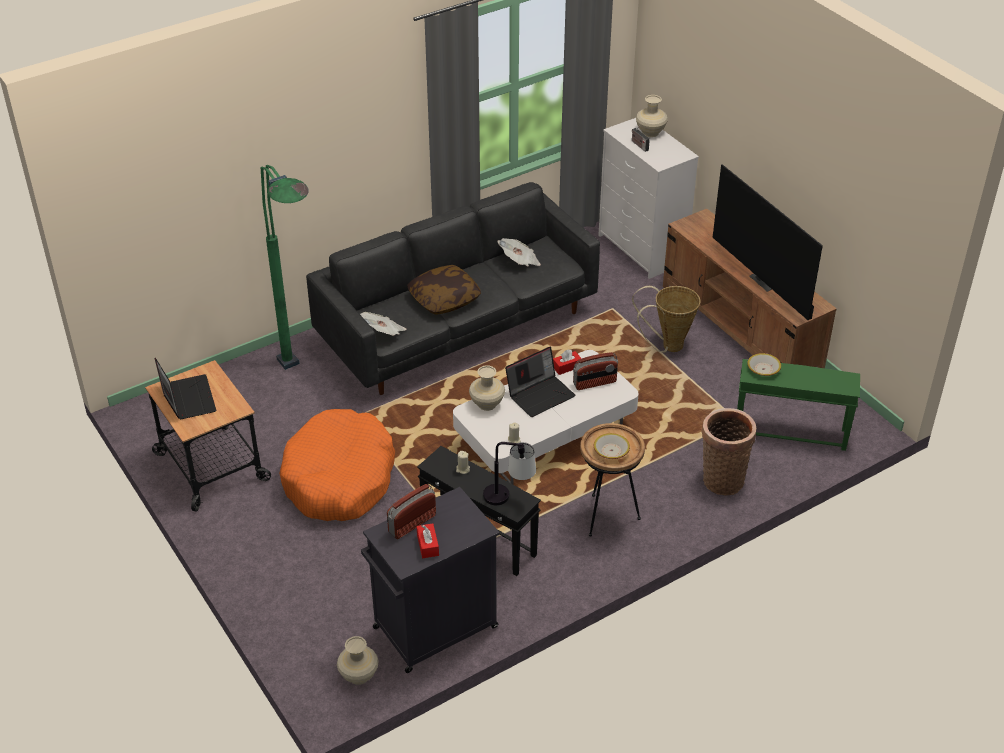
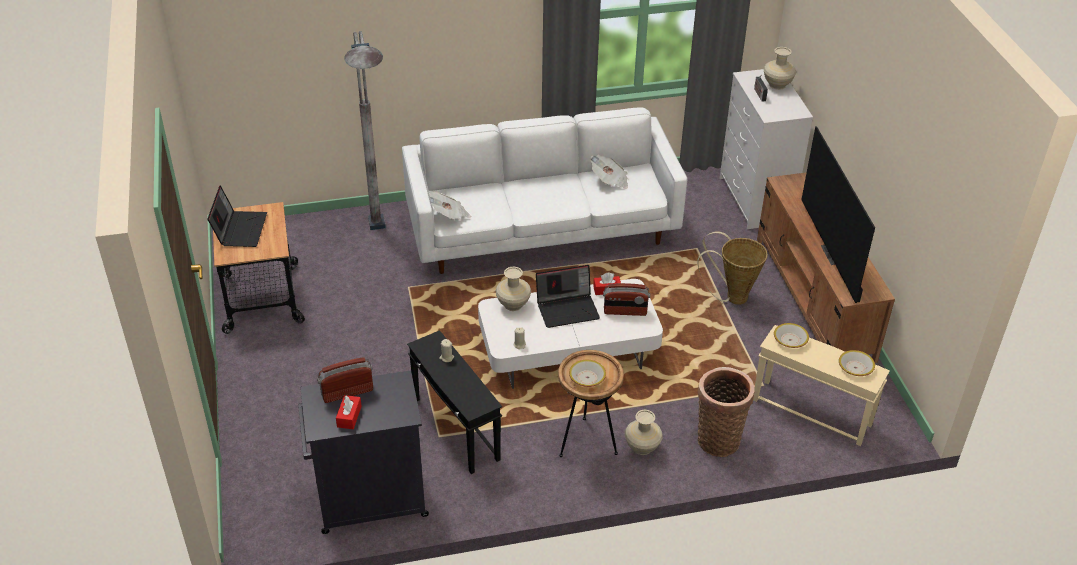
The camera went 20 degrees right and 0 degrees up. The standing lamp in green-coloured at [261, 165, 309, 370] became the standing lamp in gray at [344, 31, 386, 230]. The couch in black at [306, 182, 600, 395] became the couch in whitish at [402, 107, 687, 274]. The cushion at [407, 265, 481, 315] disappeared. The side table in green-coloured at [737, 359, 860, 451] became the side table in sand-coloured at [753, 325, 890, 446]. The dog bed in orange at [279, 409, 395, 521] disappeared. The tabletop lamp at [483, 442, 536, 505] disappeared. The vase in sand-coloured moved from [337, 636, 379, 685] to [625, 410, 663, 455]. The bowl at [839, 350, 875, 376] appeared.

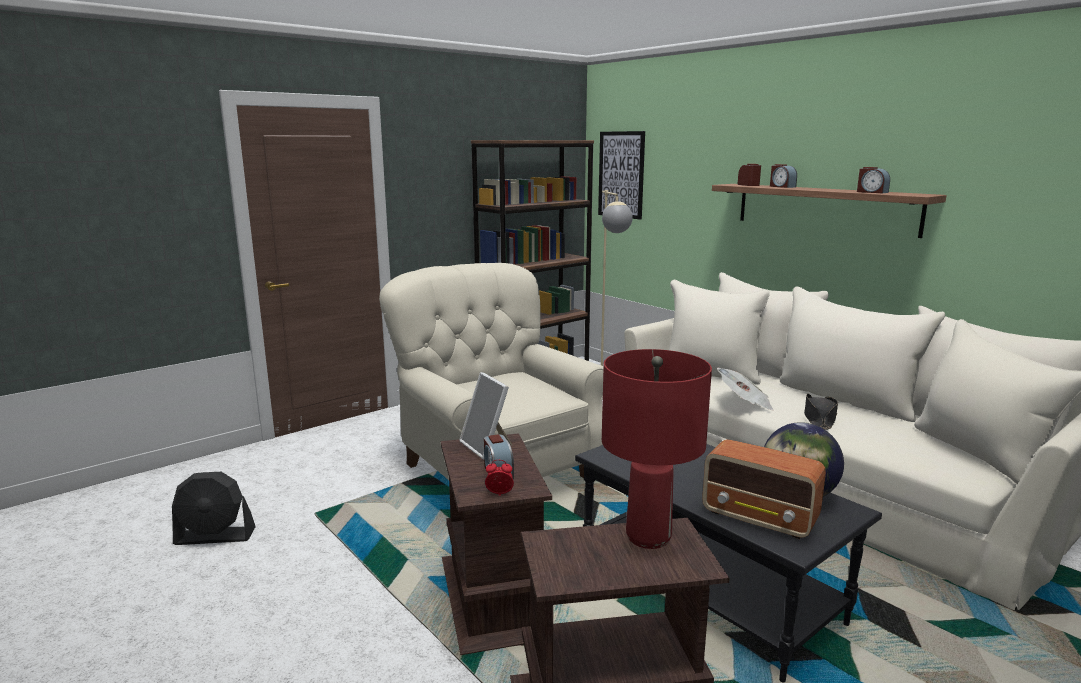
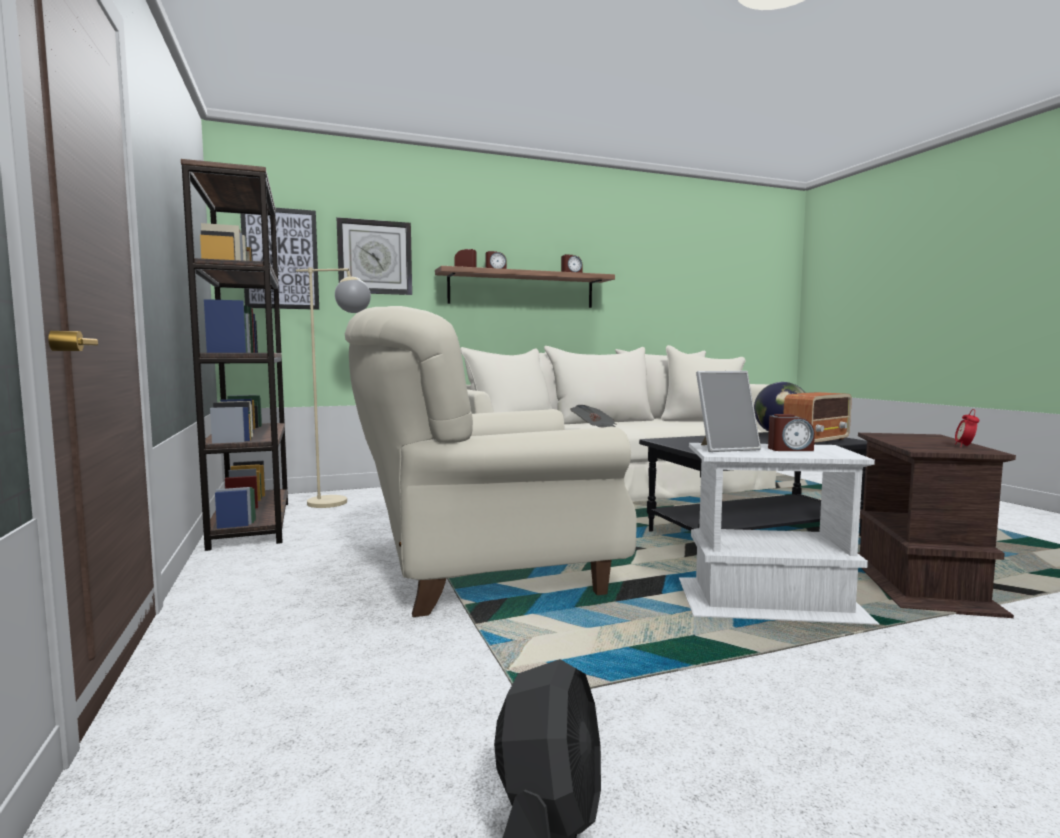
The camera went 70 degrees left and 10 degrees down. The tabletop lamp in red at [602, 349, 712, 549] disappeared. The hat in black at [804, 393, 838, 430] disappeared. The side table in brown-coloured at [441, 433, 552, 655] became the side table in whitish at [679, 443, 879, 625]. The bedside clock moved from [485, 460, 514, 495] to [955, 409, 980, 447]. The hanging clock at [337, 217, 412, 295] appeared.

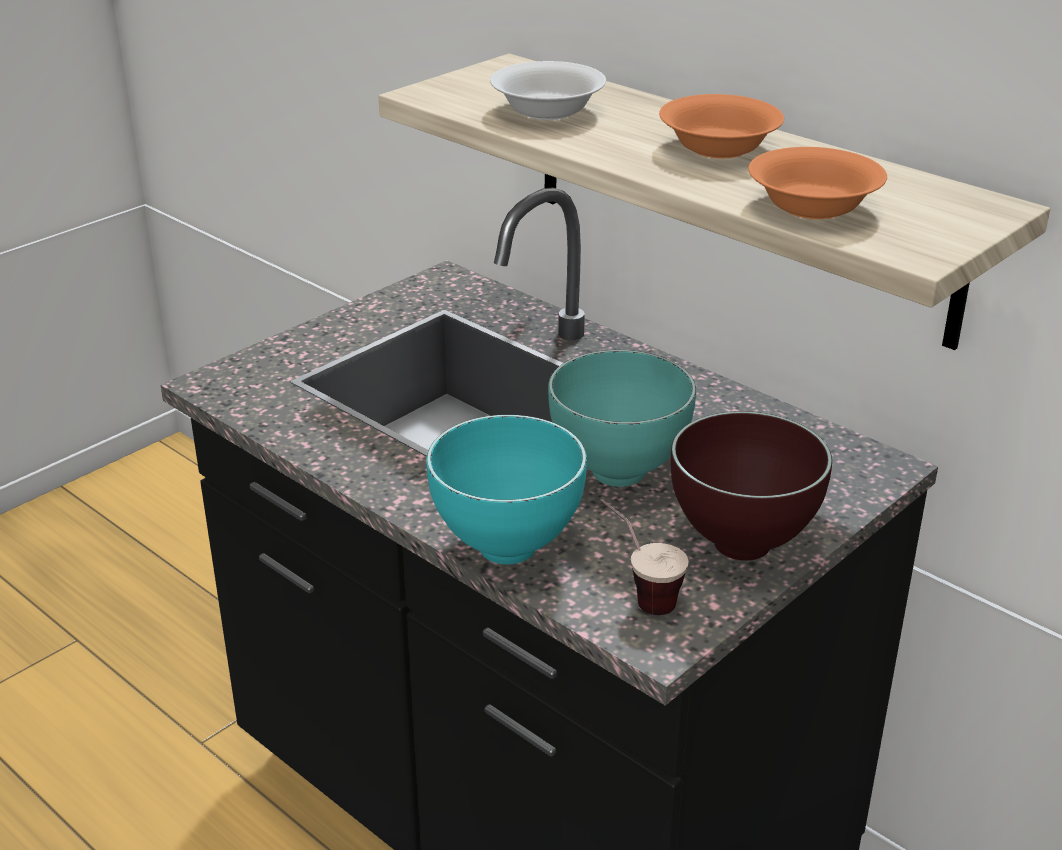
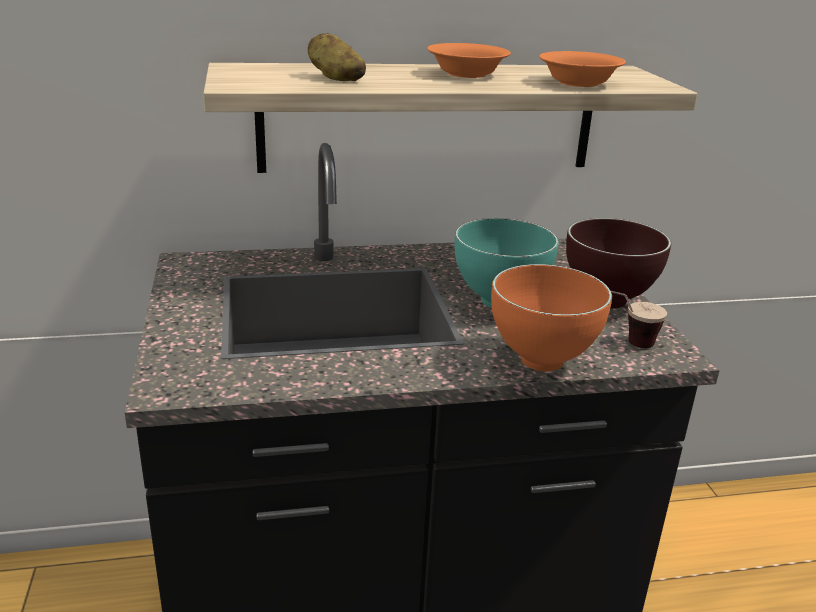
The camera went 55 degrees left and 5 degrees down. The bowl in whitish at [490, 61, 606, 120] was replaced by the whole potato at [308, 33, 366, 81]. The bowl in turquoise-coloured at [426, 415, 587, 564] became the bowl in orange at [491, 264, 612, 372].

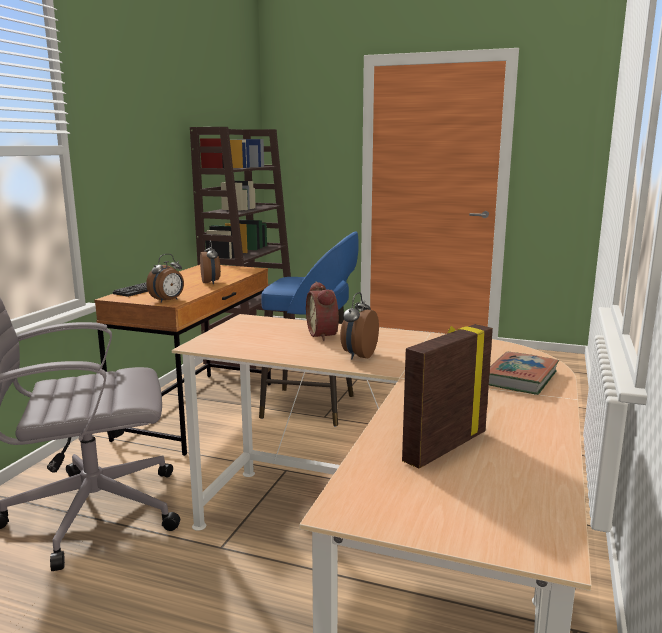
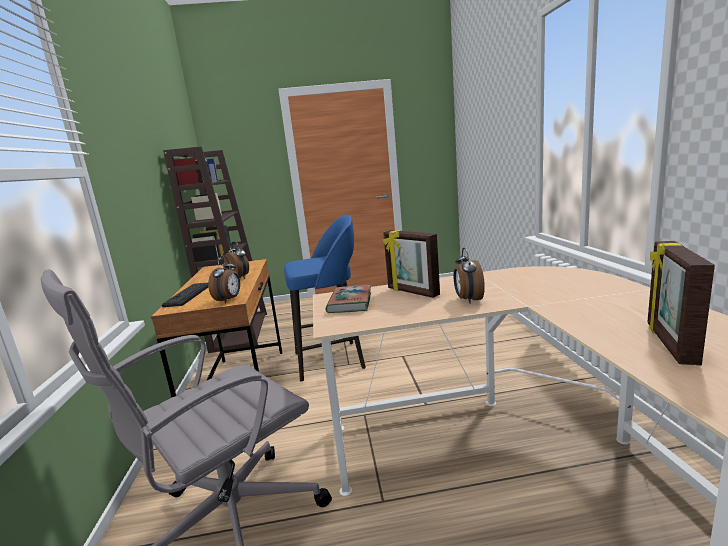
The camera went 25 degrees left and 0 degrees up. The bedside clock at [306, 282, 339, 341] was replaced by the photo frame at [383, 230, 440, 298]. The bound book moved from [489, 352, 559, 395] to [326, 285, 371, 313].

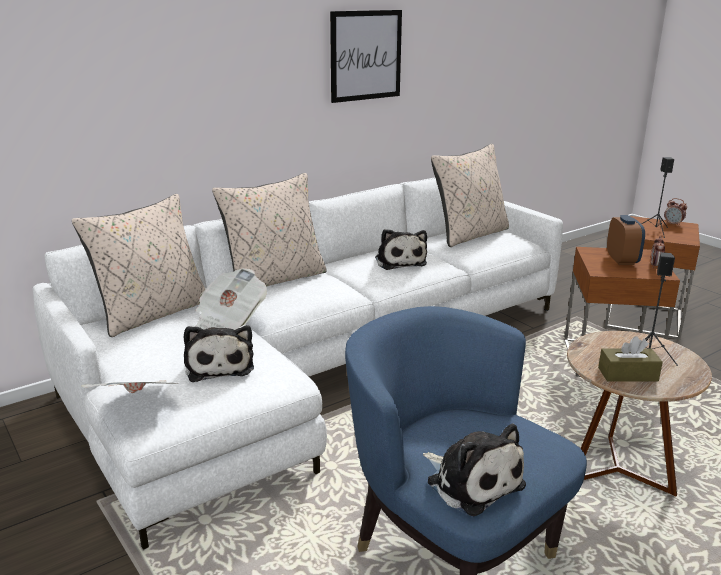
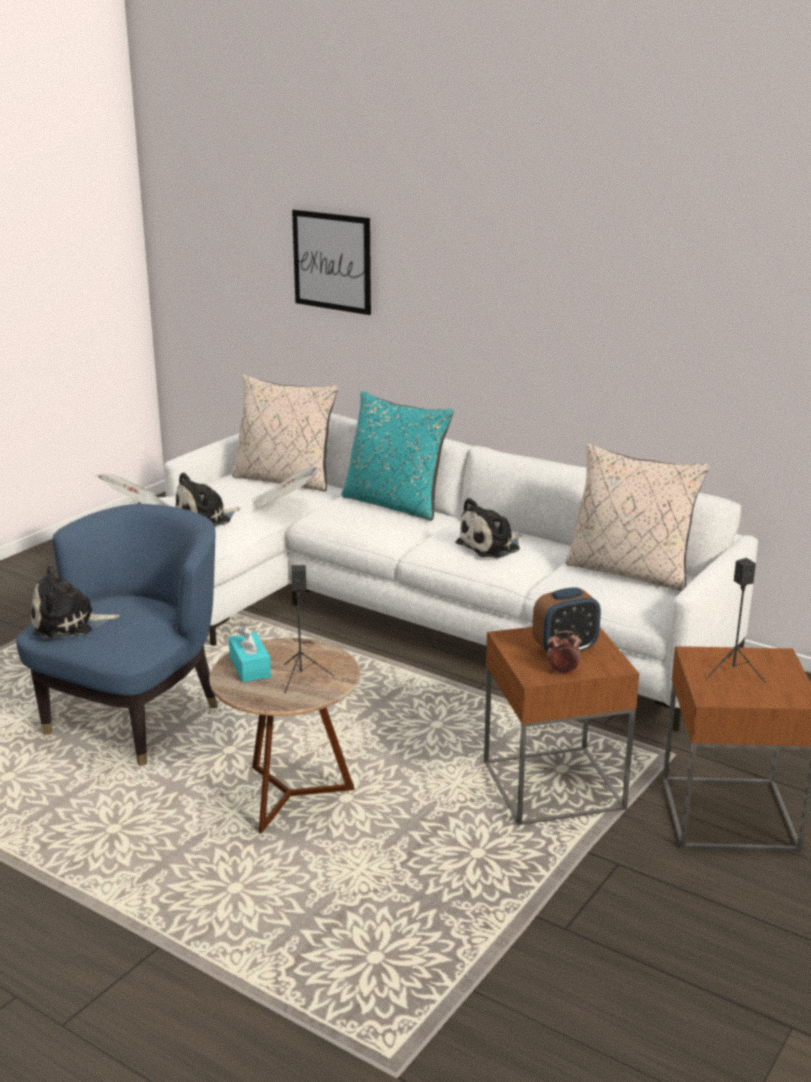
The camera went 70 degrees right and 0 degrees up. The wall art moved from [330, 10, 402, 103] to [292, 210, 371, 315]. The cushion in sand-coloured at [212, 173, 327, 287] became the cushion in turquoise-coloured at [341, 391, 454, 521]. The bedside clock at [664, 198, 687, 225] disappeared. The tissue holder in brown-coloured at [598, 336, 663, 382] became the tissue holder in turquoise-coloured at [229, 626, 271, 682]. The soft toy at [423, 424, 526, 516] turned 45 degrees clockwise.

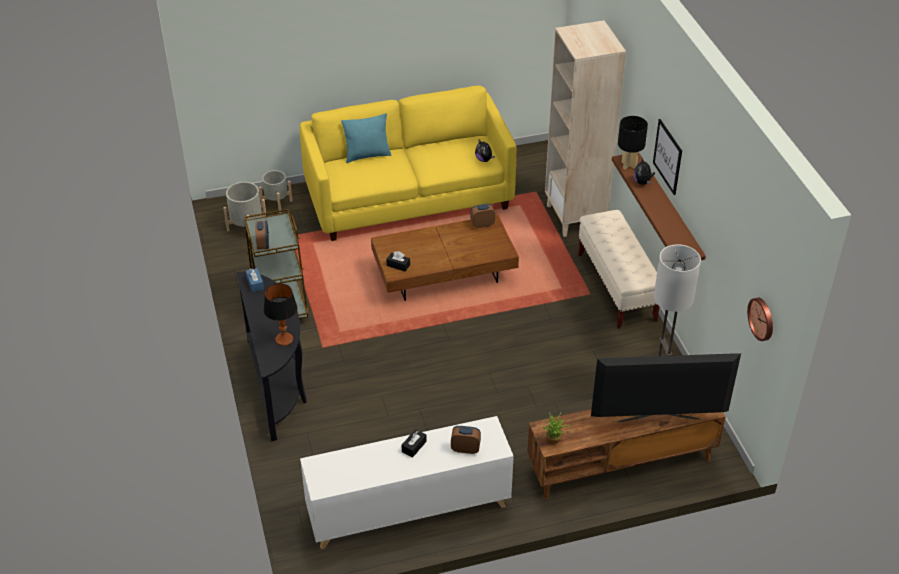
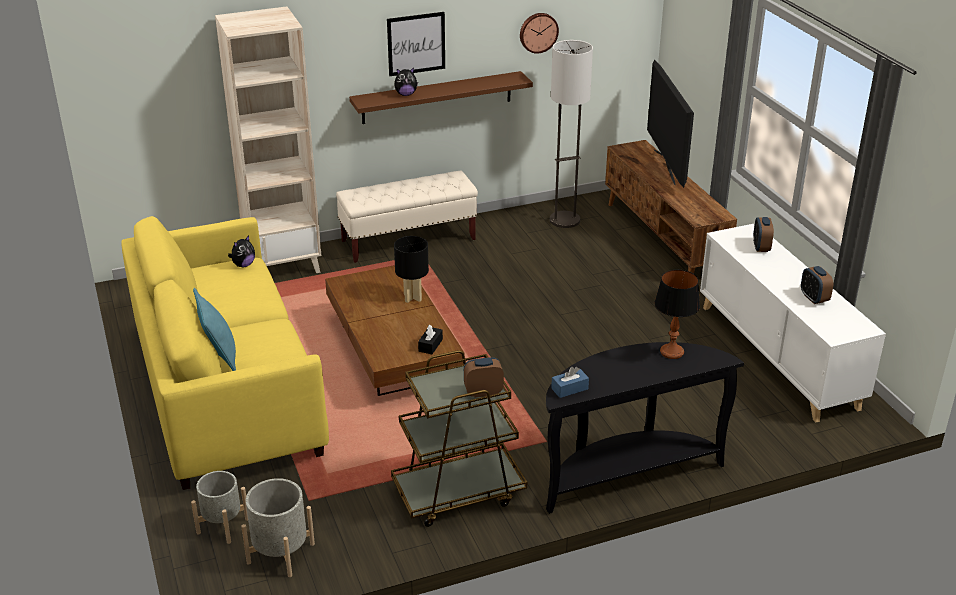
The camera went 95 degrees left and 10 degrees down. The tabletop lamp in black moved from [618, 116, 648, 169] to [394, 236, 429, 303]. The bedside clock moved from [471, 204, 495, 228] to [801, 266, 834, 304]. The hanging clock moved from [747, 298, 773, 341] to [520, 13, 559, 54]. The plant in a pot at [544, 412, 569, 445] disappeared. The tissue holder in black at [402, 429, 427, 457] disappeared.

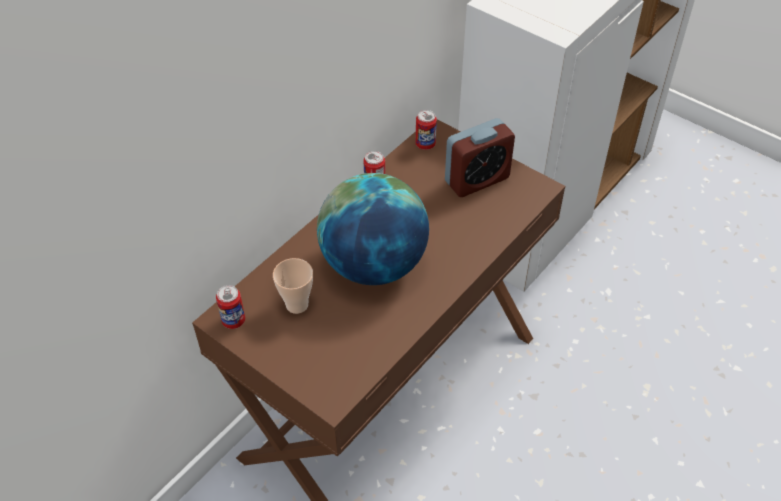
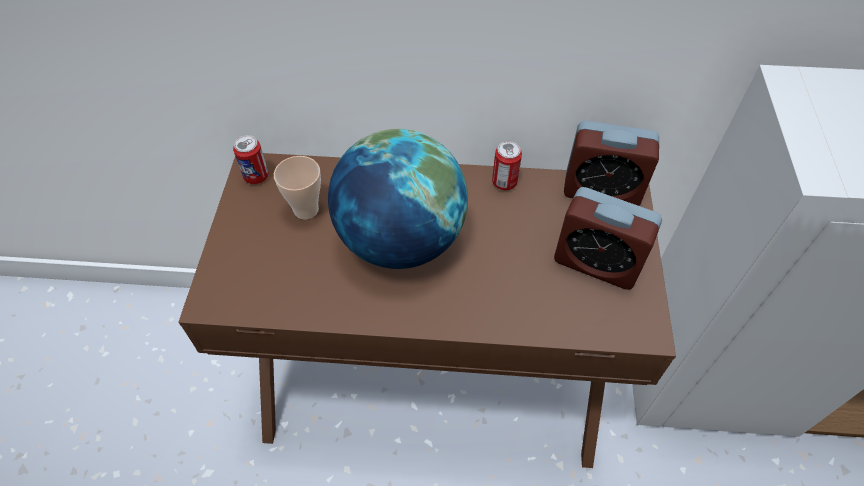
The camera went 55 degrees right and 5 degrees up. The sealed can at [416, 110, 437, 150] was replaced by the bedside clock at [564, 121, 659, 206].

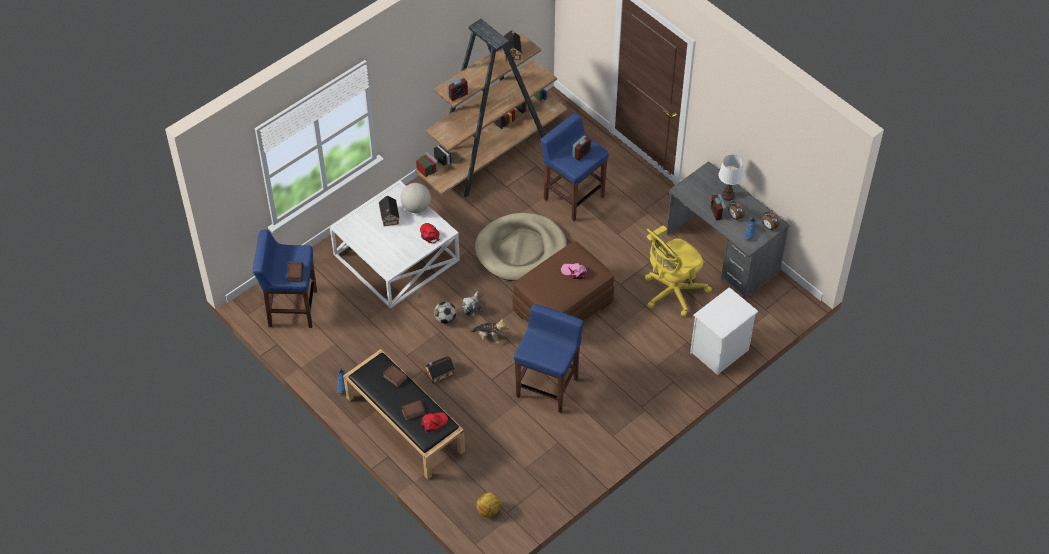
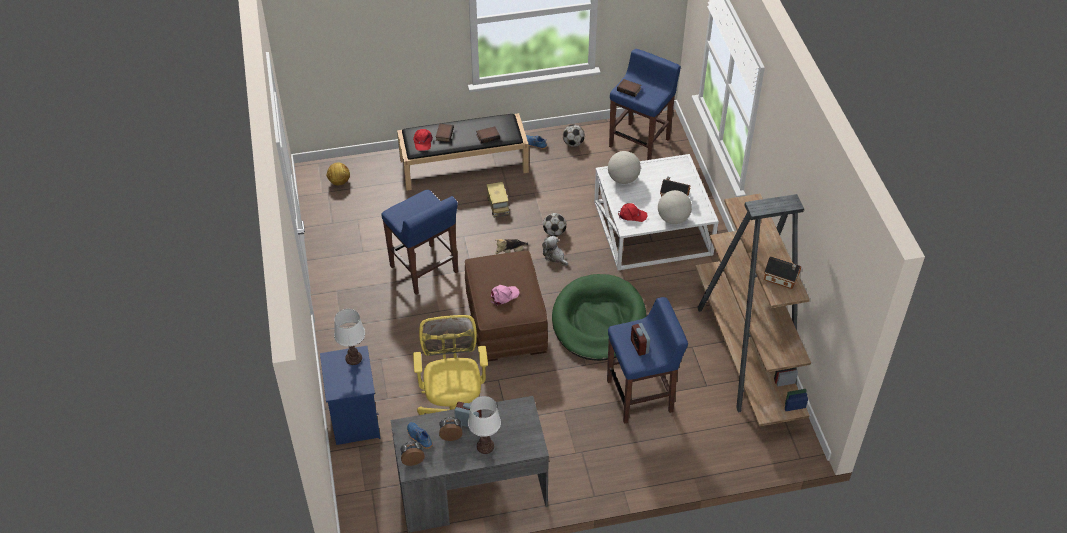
The camera went 120 degrees right and 5 degrees down. The bedside clock at [447, 77, 468, 101] disappeared. The dog bed in sand-coloured at [475, 213, 567, 281] became the dog bed in green-coloured at [552, 274, 646, 361]. The nightstand in whitish at [690, 287, 758, 375] became the nightstand in blue at [320, 346, 380, 445]. The model house at [425, 356, 455, 384] was replaced by the toy truck at [486, 182, 510, 218]. The football ball at [563, 124, 585, 147] appeared. The globe at [608, 151, 641, 184] appeared. The tabletop lamp in whitish at [334, 309, 365, 365] appeared.

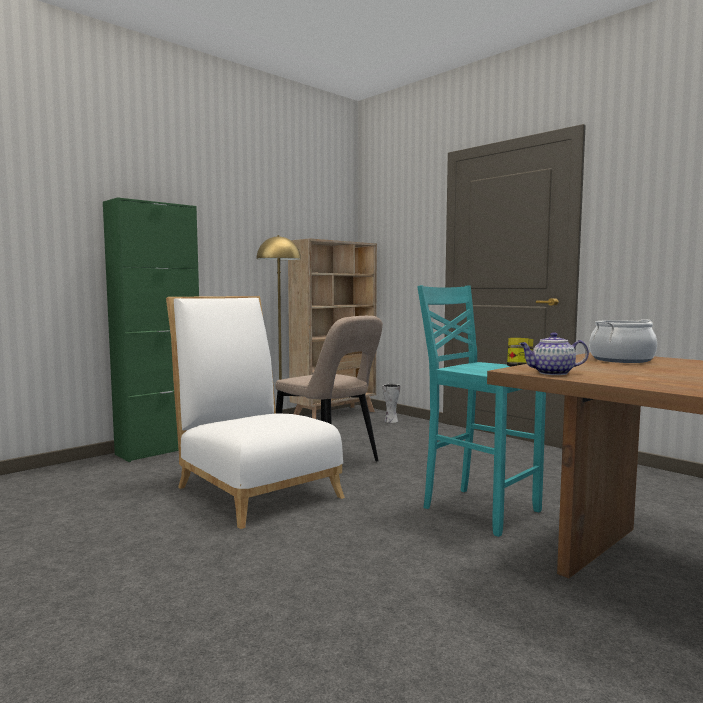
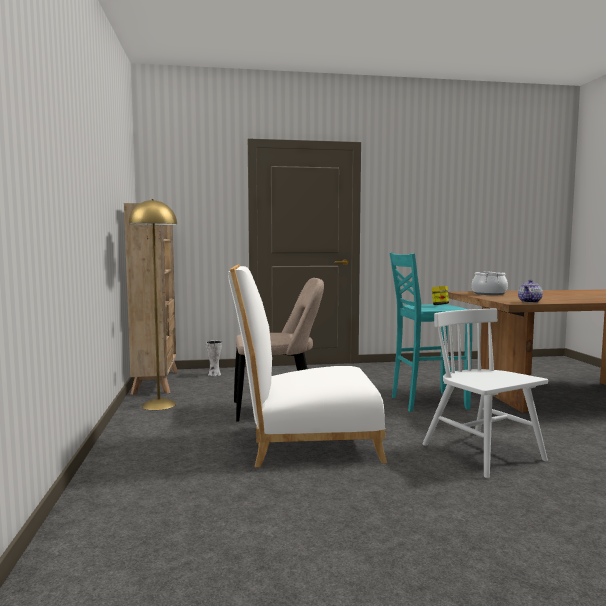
The camera went 55 degrees left and 0 degrees up. The storage cabinet in green-coloured at [103, 197, 199, 462] disappeared. The upright chair in whitish at [423, 309, 548, 478] appeared.

